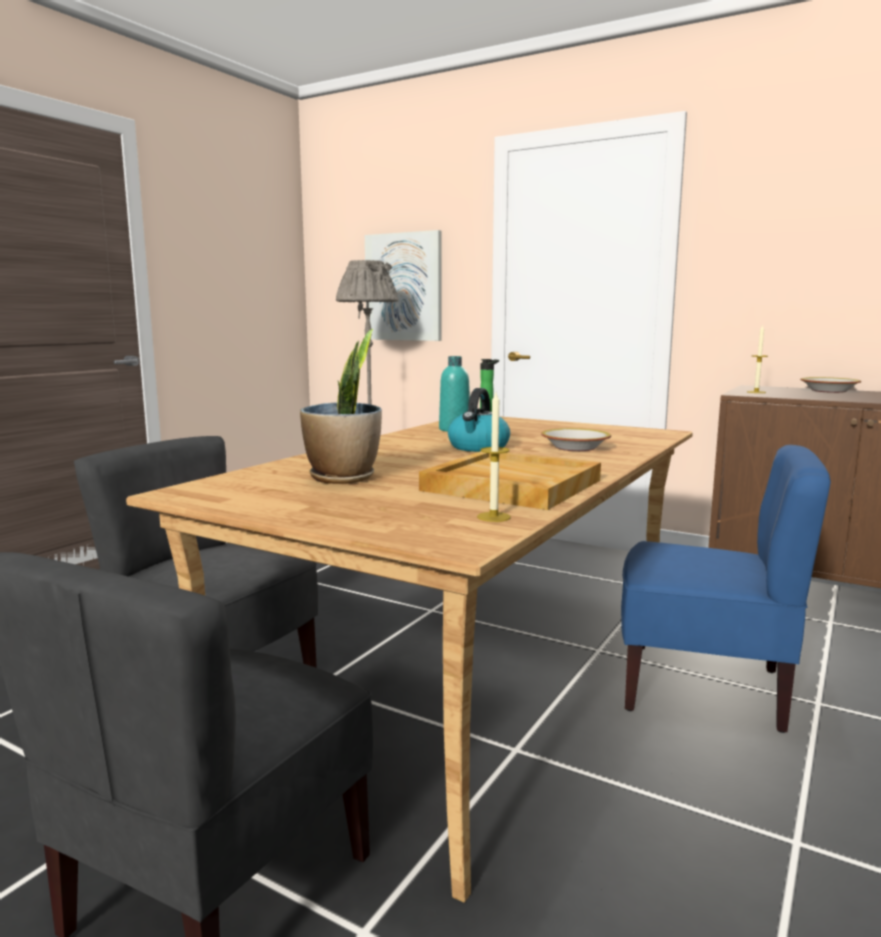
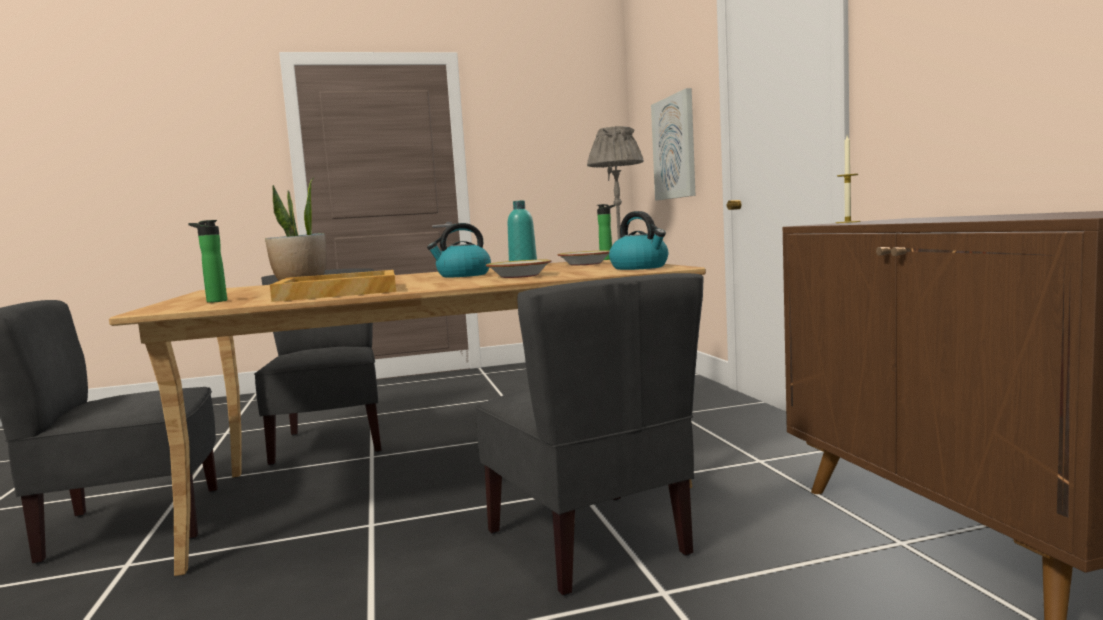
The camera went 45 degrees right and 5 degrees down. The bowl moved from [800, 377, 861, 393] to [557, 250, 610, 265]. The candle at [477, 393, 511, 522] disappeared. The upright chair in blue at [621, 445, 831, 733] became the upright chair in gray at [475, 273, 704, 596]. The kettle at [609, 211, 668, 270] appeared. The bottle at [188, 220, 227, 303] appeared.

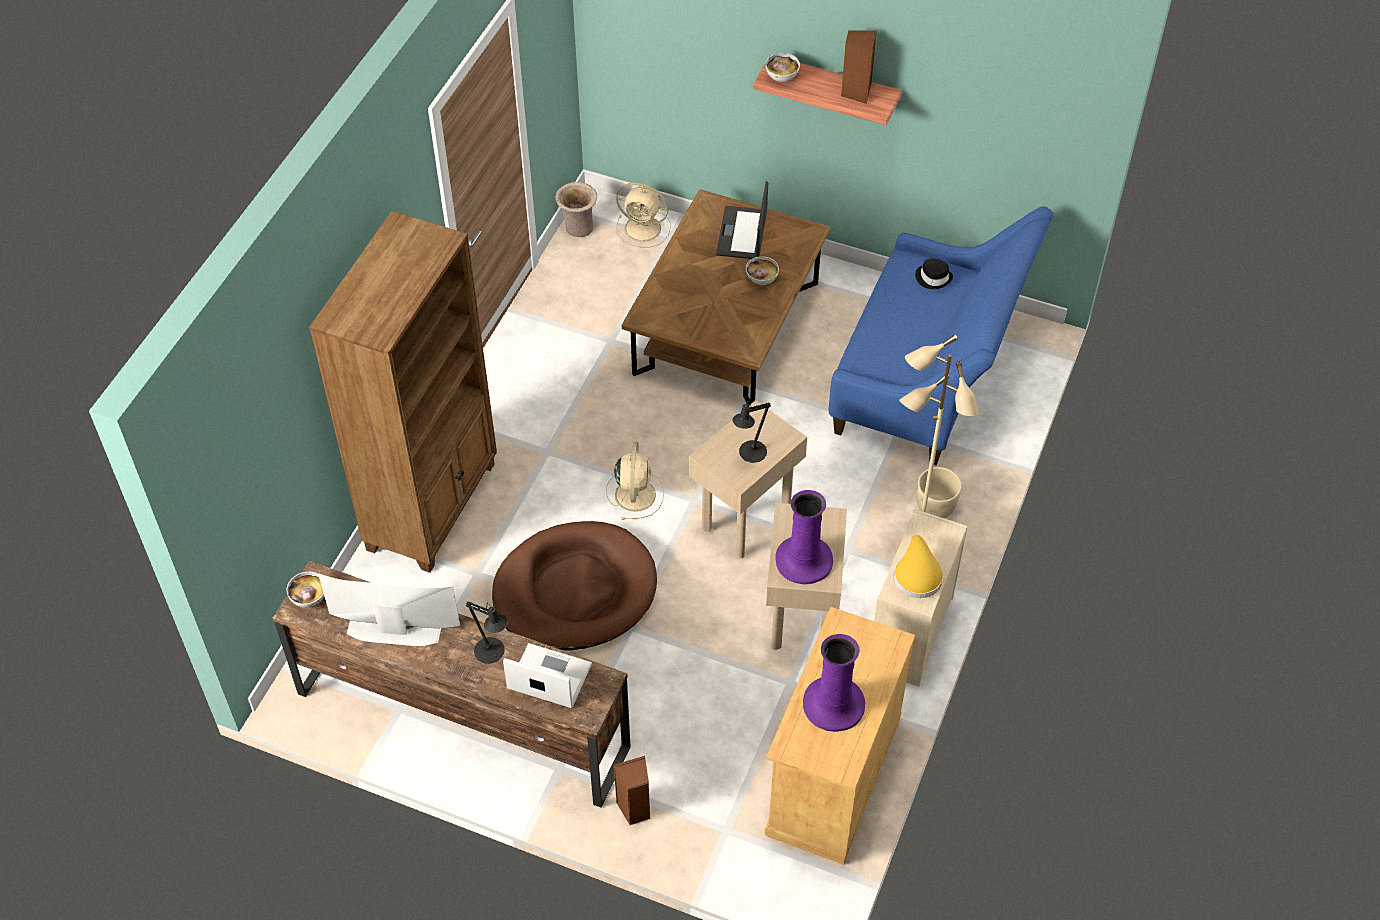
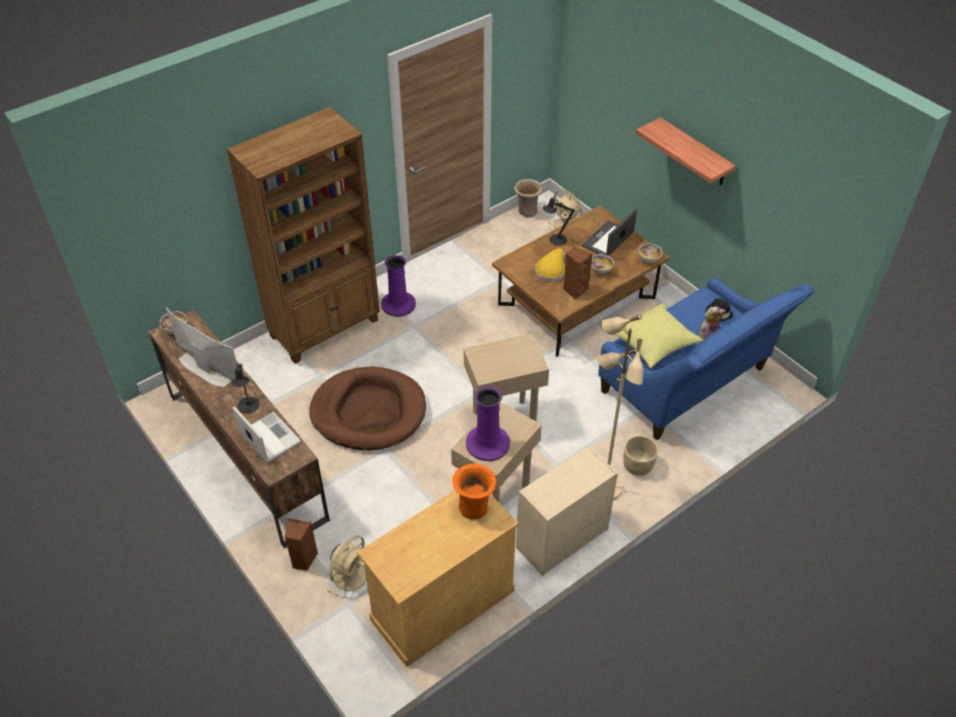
The camera went 30 degrees right and 5 degrees down. The loudspeaker in brown-coloured moved from [841, 30, 877, 104] to [563, 247, 592, 300]. The bowl moved from [765, 53, 800, 82] to [638, 243, 663, 263]. The tabletop lamp in black moved from [733, 400, 771, 463] to [543, 195, 575, 246]. The cooling fan in sand-coloured moved from [606, 442, 664, 520] to [326, 535, 368, 599]. The hat in yellow moved from [894, 535, 944, 598] to [535, 248, 565, 282]. The vase in purplish moved from [803, 634, 865, 732] to [381, 255, 416, 317]. The cushion in yellow at [614, 304, 704, 369] appeared. The soft toy at [699, 306, 726, 339] appeared. The vase in orange at [452, 463, 496, 519] appeared.

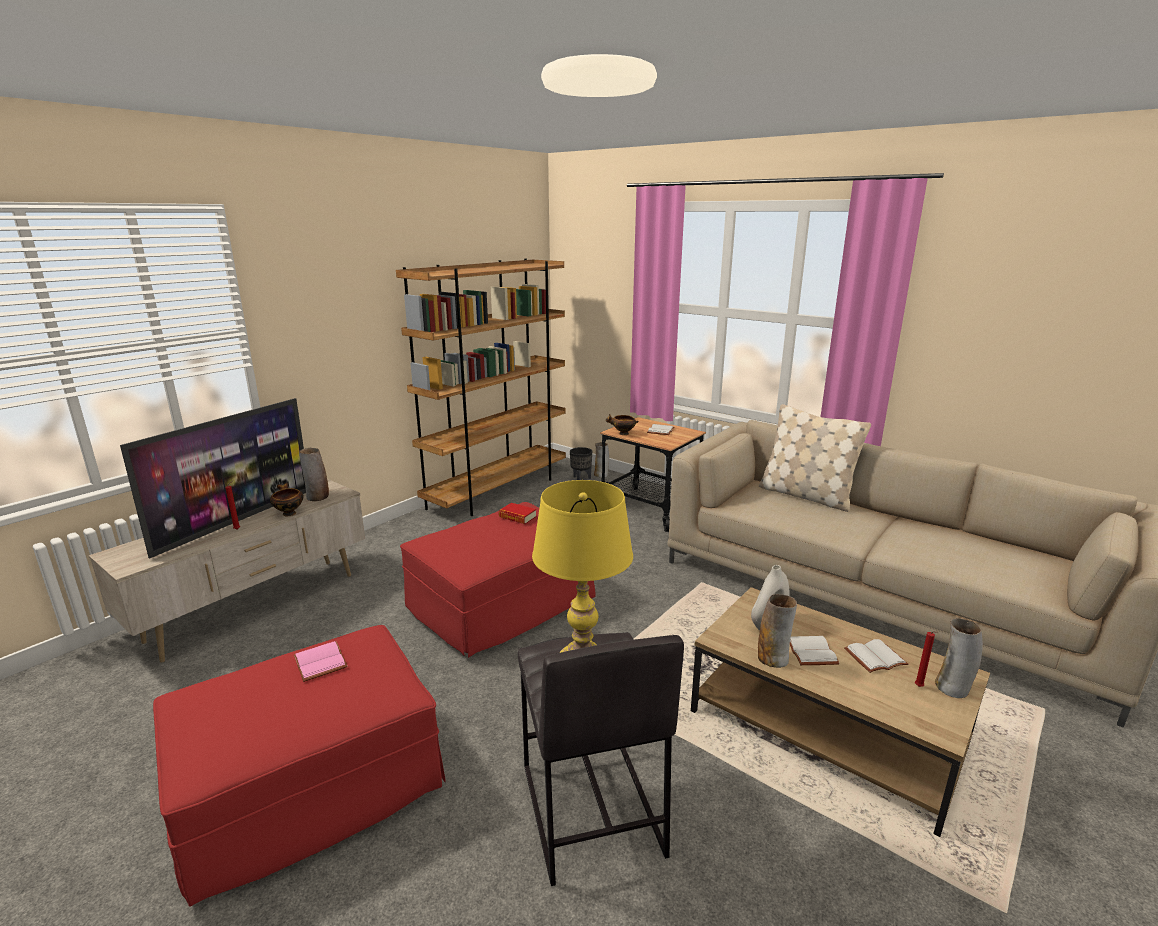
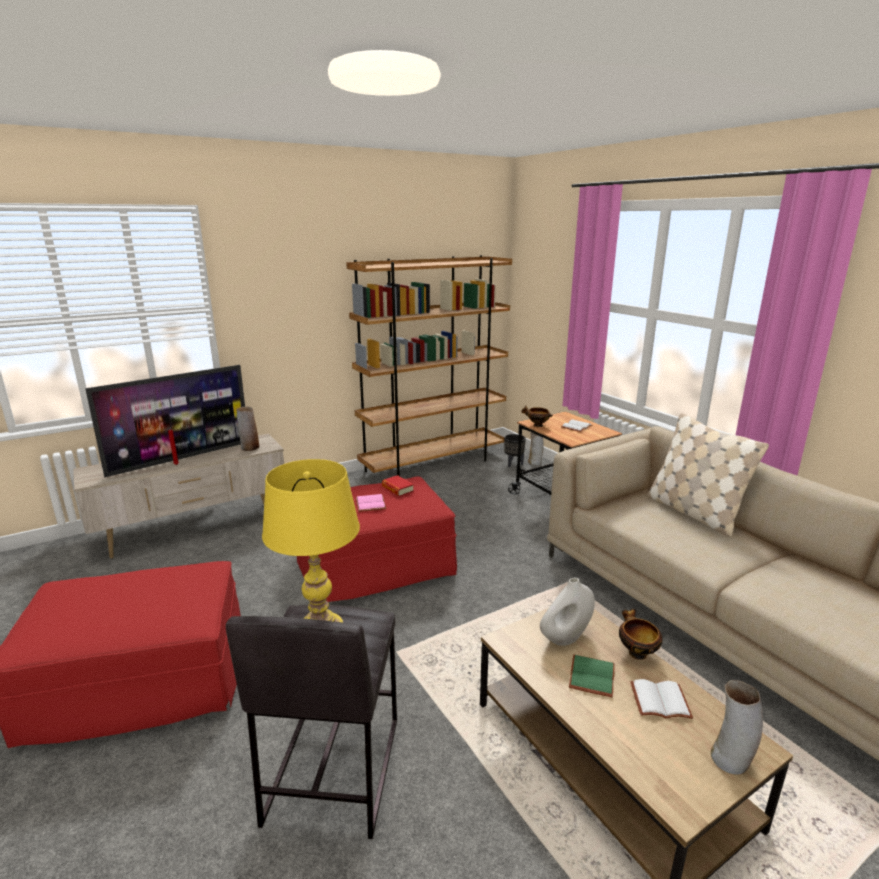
The camera went 20 degrees right and 0 degrees up. The bowl moved from [270, 483, 303, 516] to [619, 609, 663, 660]. The vase at [758, 594, 797, 668] disappeared. The candle in red at [915, 631, 939, 687] disappeared. The bound book in whitish at [790, 636, 840, 665] became the bound book in green-coloured at [569, 655, 615, 697]. The bound book in pinkish moved from [294, 641, 348, 682] to [356, 494, 386, 512].

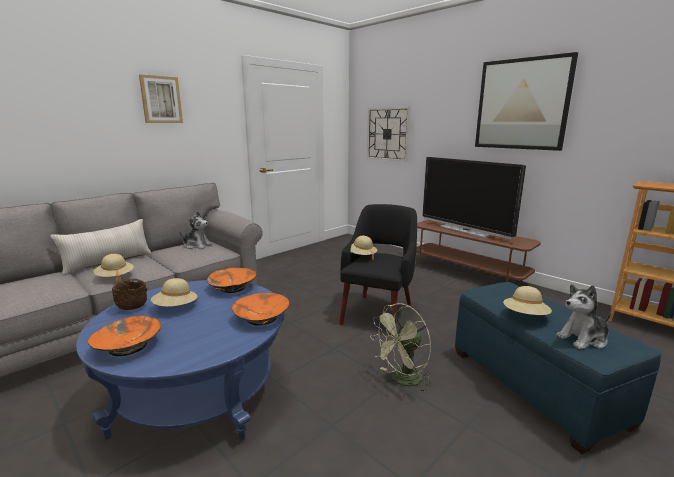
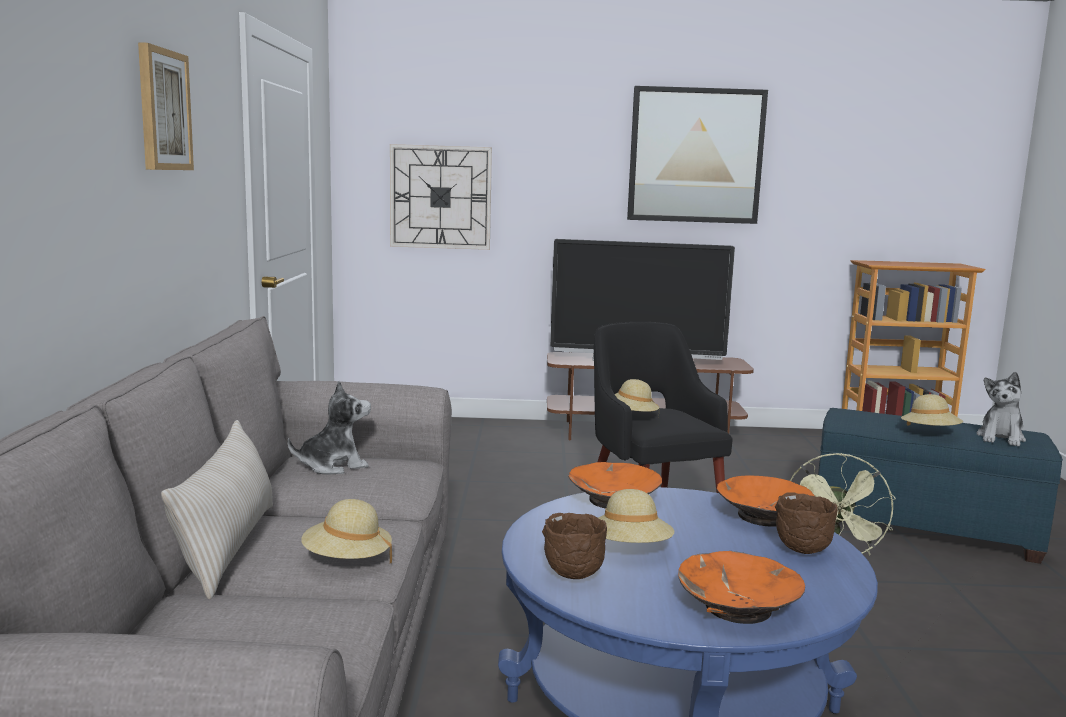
The camera went 45 degrees left and 5 degrees down. The bowl in brown-coloured at [775, 492, 837, 554] appeared.

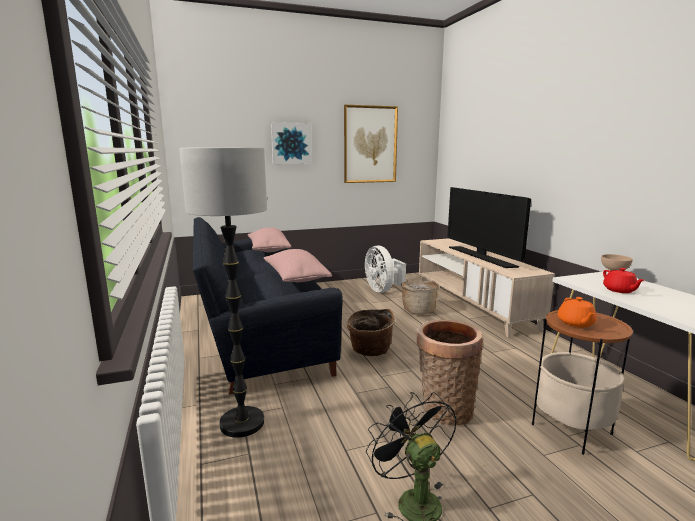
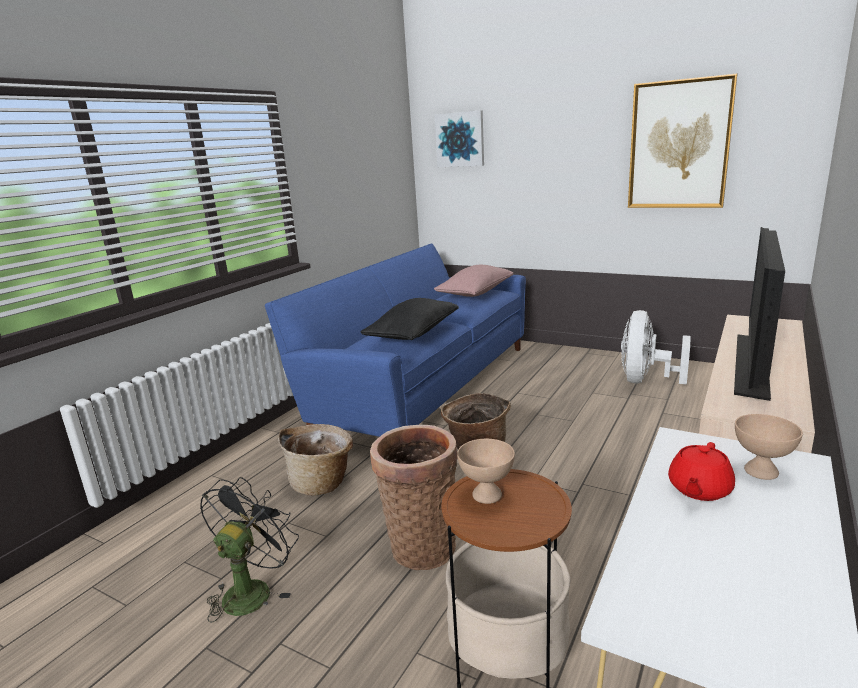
The camera went 50 degrees right and 5 degrees up. The wall art moved from [271, 123, 312, 164] to [435, 110, 484, 167]. The standing lamp at [179, 148, 267, 438] disappeared. The couch in black at [193, 217, 343, 394] became the couch in blue at [265, 243, 526, 437]. The cushion in pinkish at [264, 249, 332, 282] became the cushion in black at [361, 298, 459, 340]. The household basket moved from [401, 281, 439, 314] to [278, 424, 353, 496]. The pot for tea in orange at [558, 297, 597, 327] was replaced by the bowl in sand-coloured at [457, 439, 515, 504].

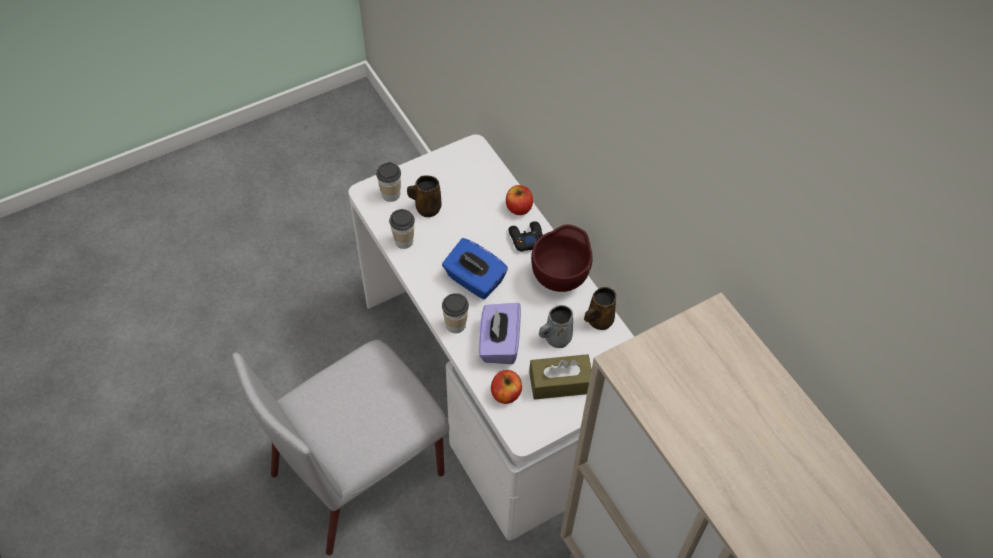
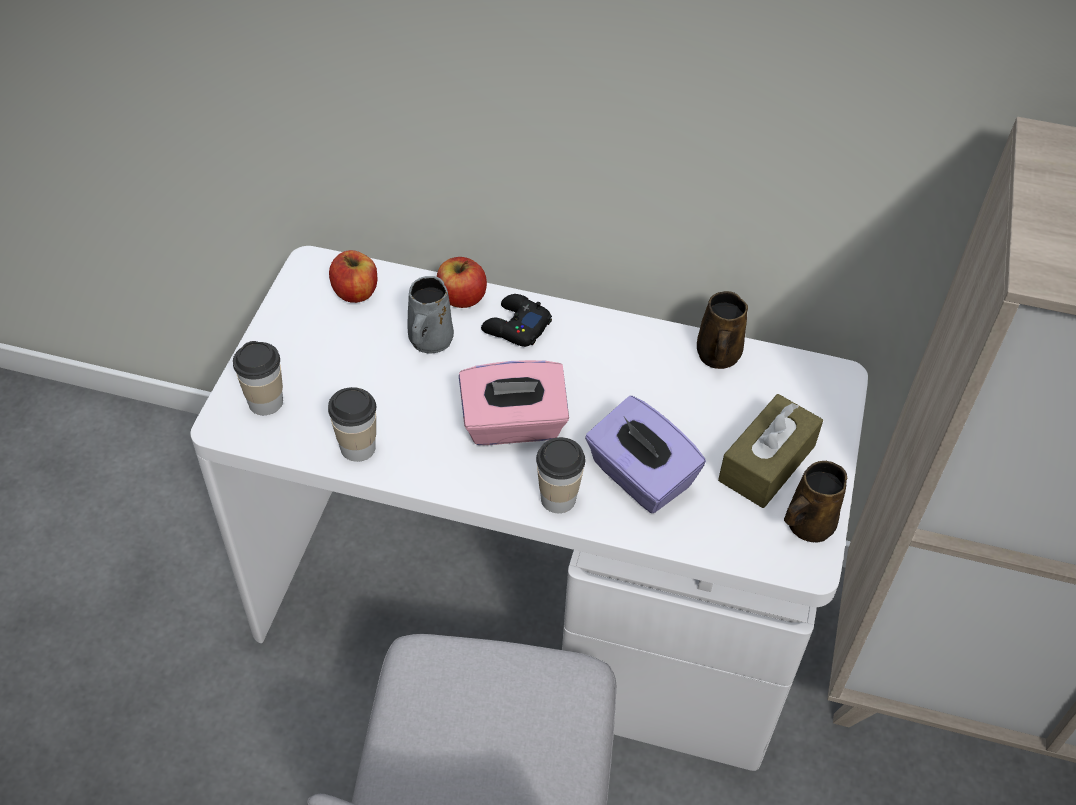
The camera went 45 degrees left and 5 degrees down. The mug in brown-coloured moved from [407, 175, 442, 217] to [784, 461, 847, 542]. The bowl in brown-coloured at [531, 225, 593, 292] disappeared. The tissue holder in blue at [442, 238, 508, 299] became the tissue holder in pinkish at [459, 360, 569, 445]. The mug in gray moved from [539, 305, 573, 348] to [408, 276, 454, 354]. The apple moved from [491, 370, 522, 404] to [329, 250, 377, 303].

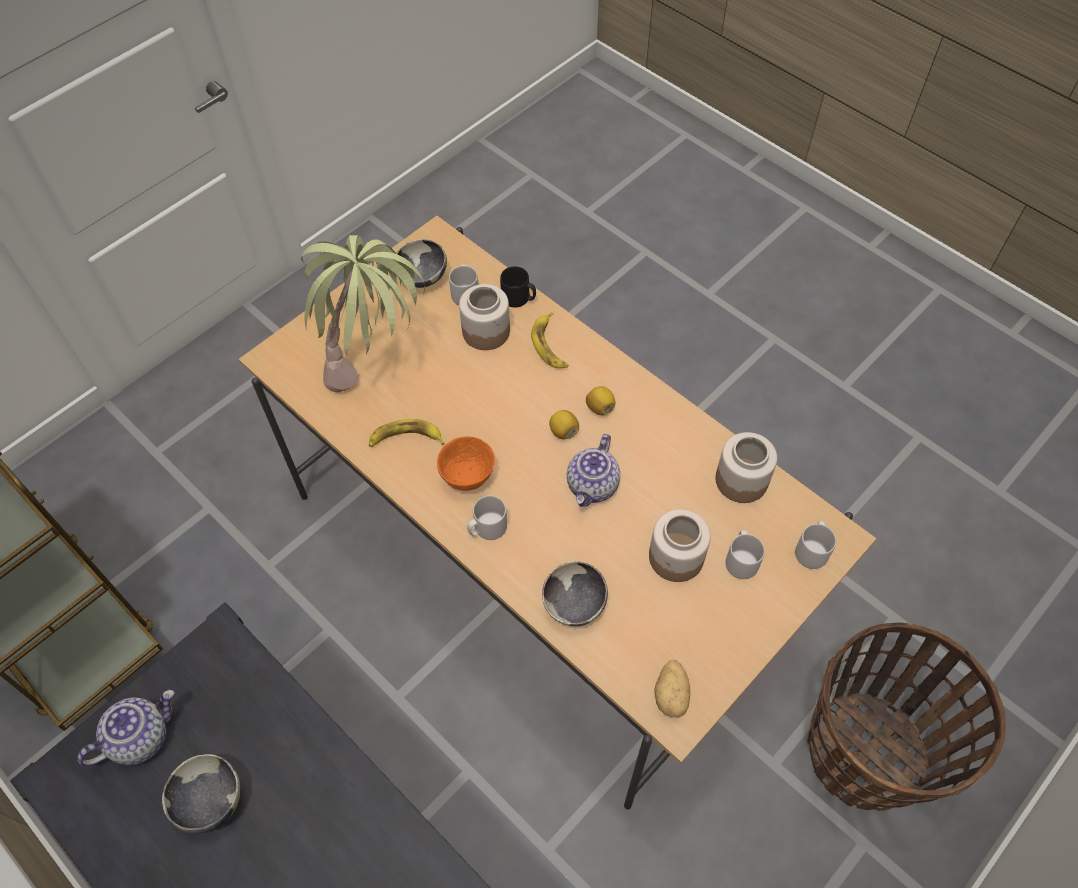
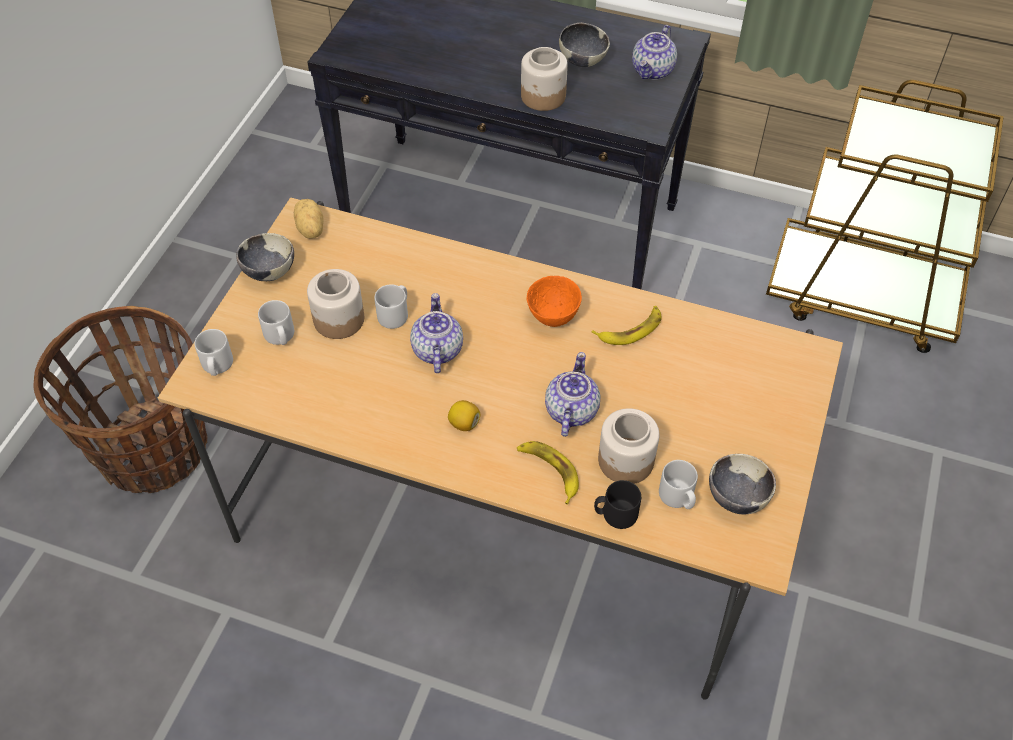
The camera went 155 degrees right and 5 degrees down. The plant in a pot at [301, 235, 425, 392] disappeared. The citrus fruit at [549, 410, 579, 439] disappeared. The storage jar moved from [716, 432, 777, 503] to [521, 47, 568, 111]. The mug in gray moved from [467, 495, 507, 540] to [374, 284, 408, 329]. The bowl moved from [542, 561, 608, 626] to [236, 233, 294, 281]. The pot for tea at [545, 352, 600, 437] appeared.

